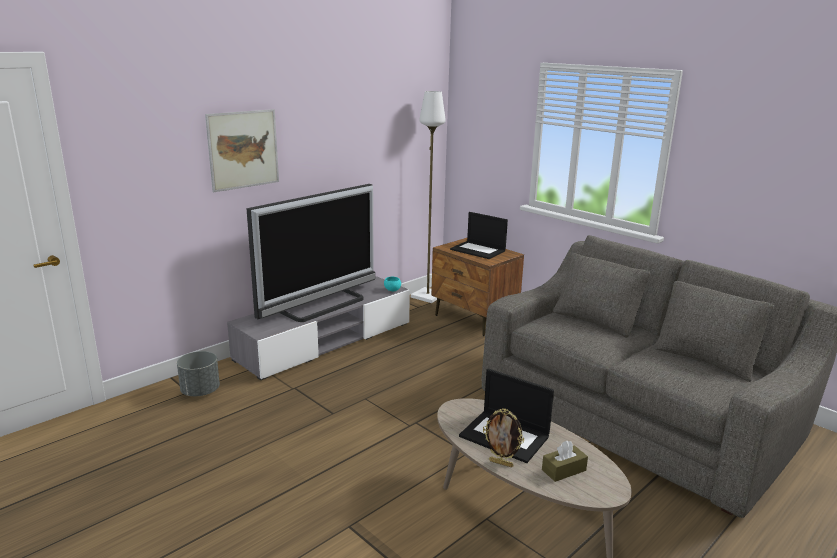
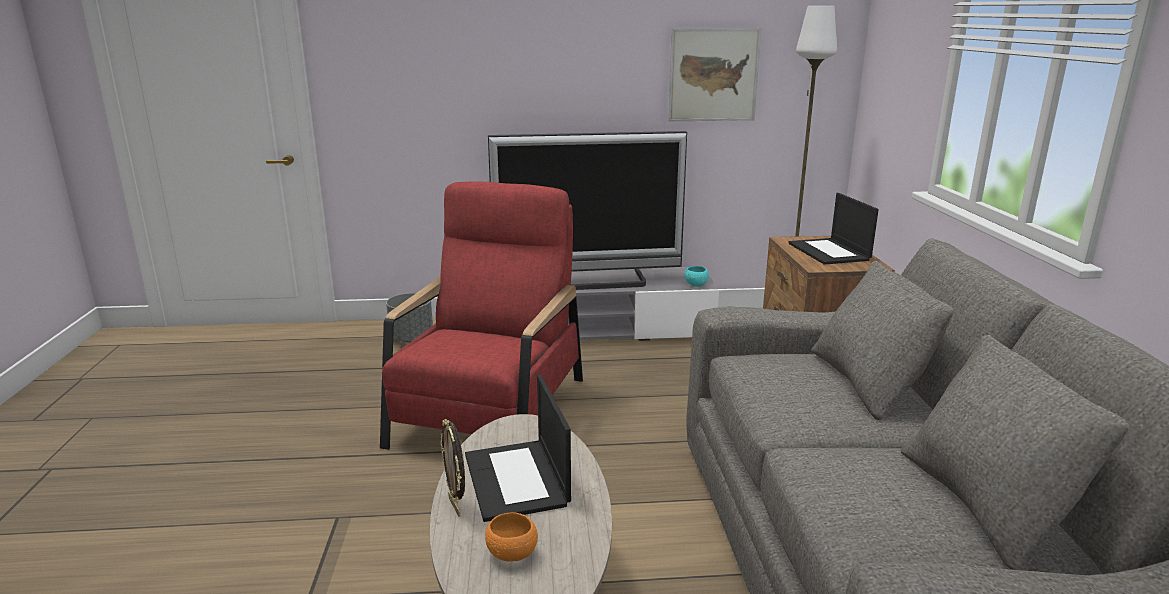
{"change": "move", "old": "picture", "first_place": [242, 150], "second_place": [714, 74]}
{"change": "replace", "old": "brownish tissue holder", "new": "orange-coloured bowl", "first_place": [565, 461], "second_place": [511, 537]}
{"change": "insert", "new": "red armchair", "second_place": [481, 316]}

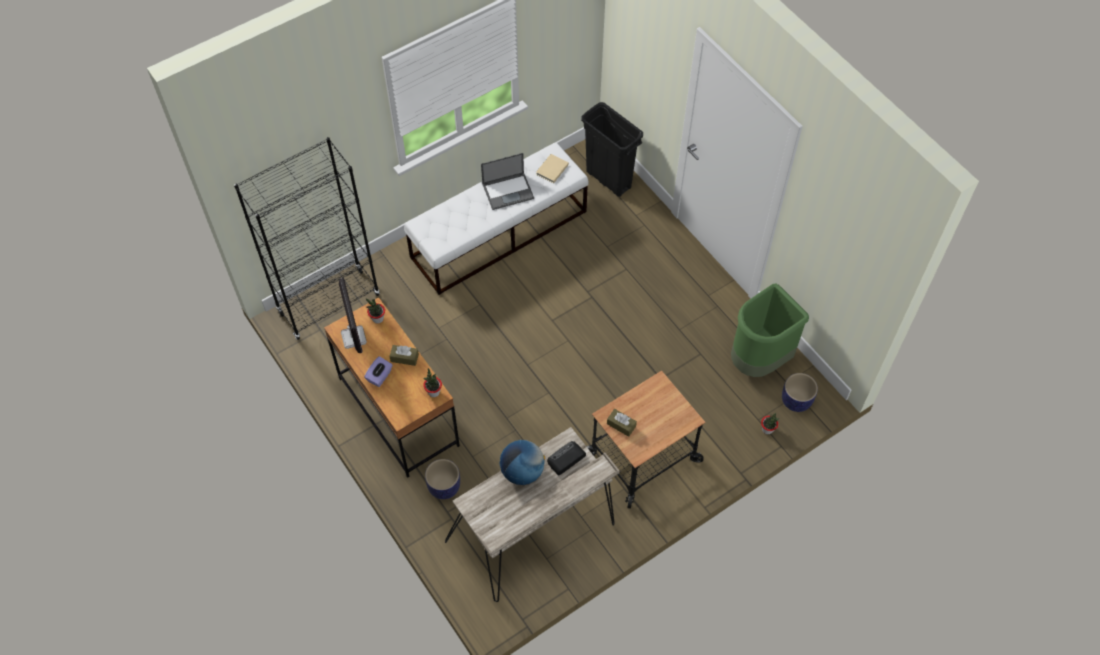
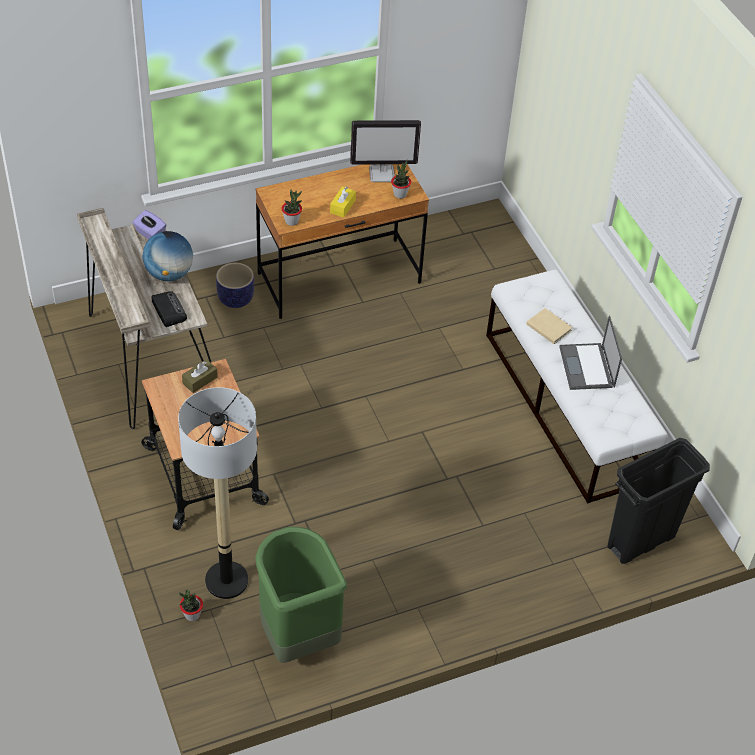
{"change": "delete", "old": "black-coloured bookshelf", "first_place": [307, 238]}
{"change": "move", "old": "beige bound book", "first_place": [552, 168], "second_place": [549, 326]}
{"change": "recolor", "old": "brownish tissue holder", "new": "yellowish tissue holder", "first_place": [404, 355], "second_place": [343, 202]}
{"change": "move", "old": "purplish tissue holder", "first_place": [378, 371], "second_place": [149, 224]}
{"change": "delete", "old": "plant pot", "first_place": [800, 392]}
{"change": "insert", "new": "standard lamp", "second_place": [217, 493]}

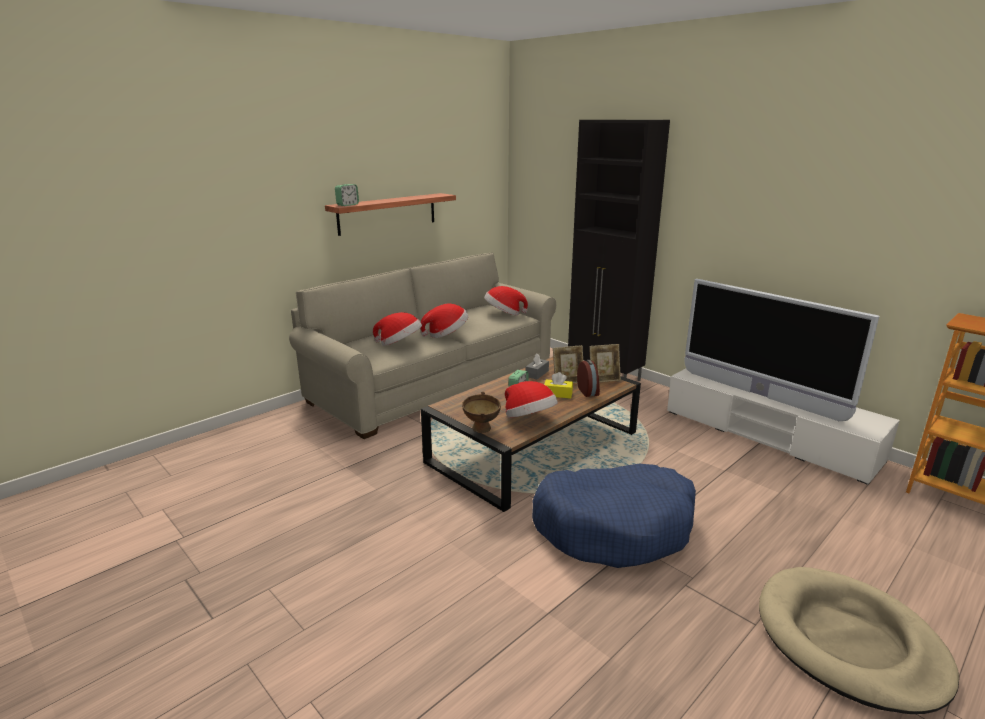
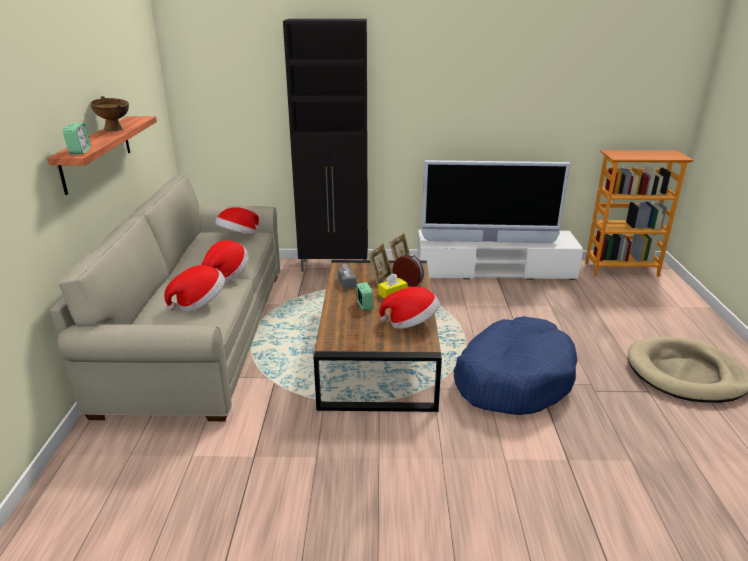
{"change": "move", "old": "brownish bowl", "first_place": [481, 412], "second_place": [109, 113]}

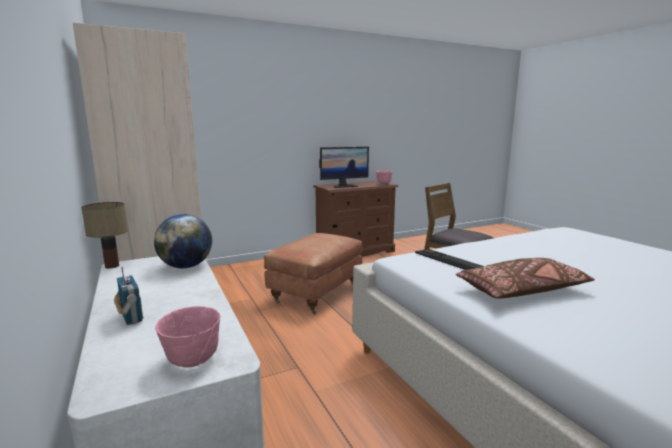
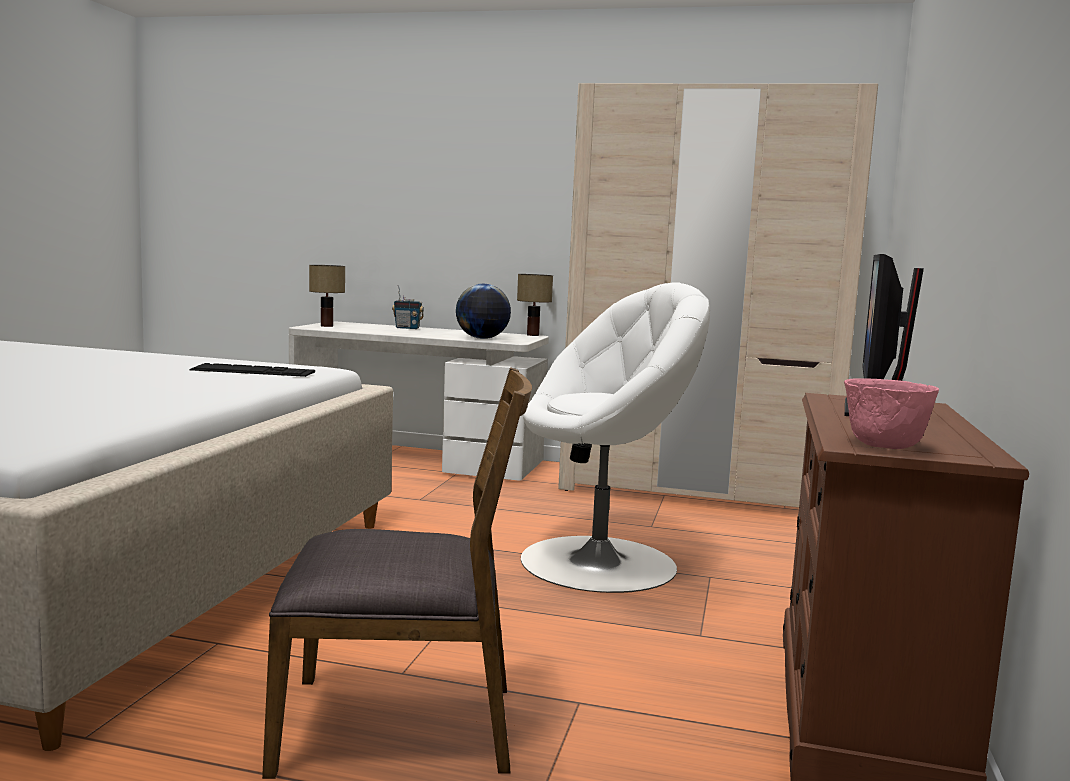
{"change": "replace", "old": "brownish pouffe", "new": "whitish armchair", "first_place": [313, 273], "second_place": [615, 437]}
{"change": "delete", "old": "brownish throw pillow", "first_place": [525, 278]}
{"change": "replace", "old": "pink-coloured bowl", "new": "table lamp", "first_place": [188, 337], "second_place": [327, 296]}

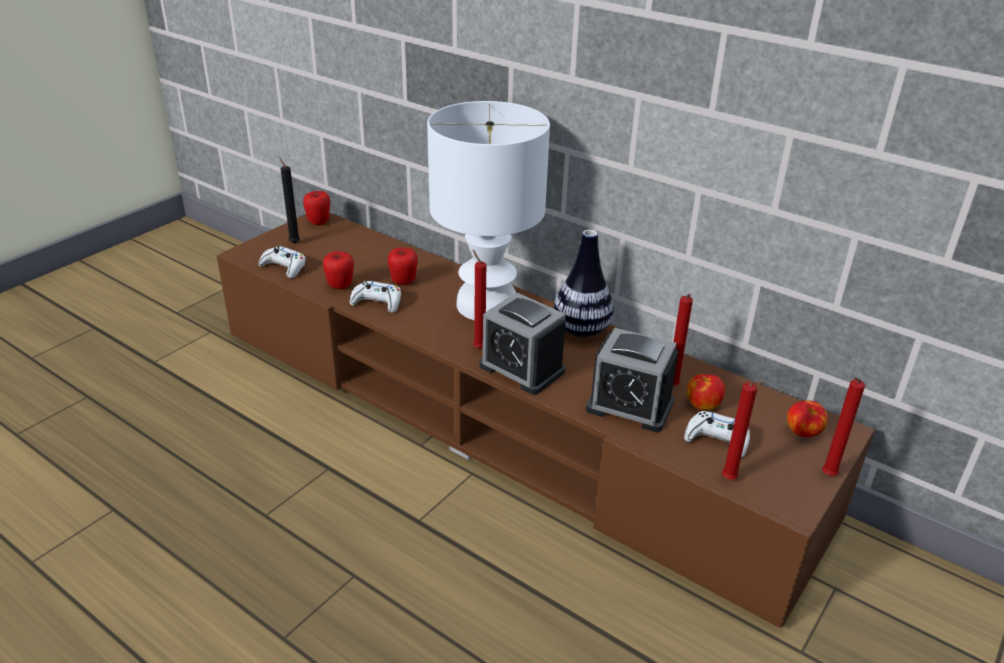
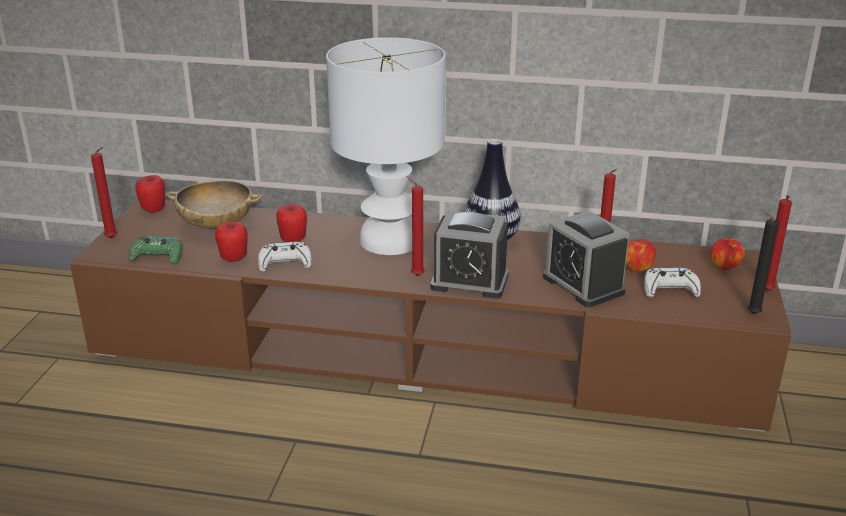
{"change": "move", "old": "black-coloured candle", "first_place": [289, 199], "second_place": [763, 261]}
{"change": "recolor", "old": "whitish gamepad", "new": "green gamepad", "first_place": [282, 262], "second_place": [155, 250]}
{"change": "rotate", "old": "table clock", "first_place": [632, 380], "second_place": [586, 259], "degrees": 60}
{"change": "move", "old": "red candle", "first_place": [743, 430], "second_place": [104, 192]}
{"change": "insert", "new": "beige bowl", "second_place": [214, 205]}

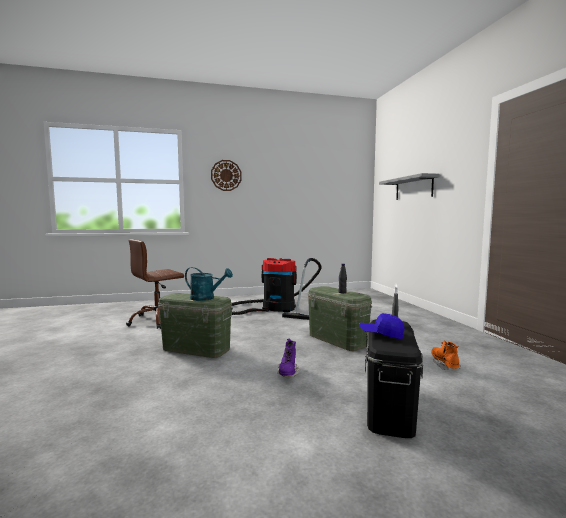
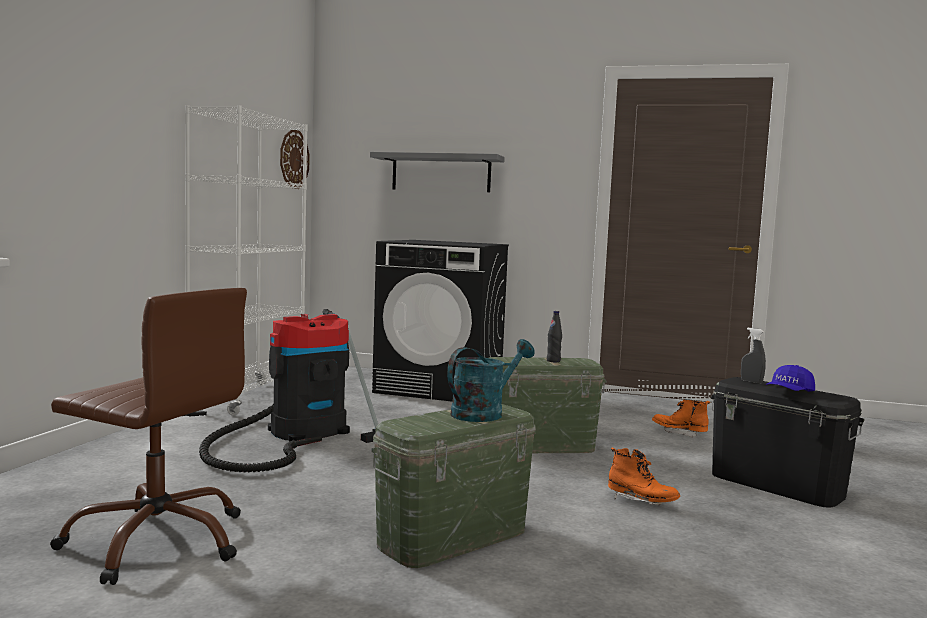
{"change": "move", "old": "clock on the wall", "first_place": [226, 175], "second_place": [295, 159]}
{"change": "rotate", "old": "brownish desk chair", "first_place": [155, 284], "second_place": [148, 436], "degrees": -60}
{"change": "recolor", "old": "purplish boot", "new": "orange-coloured boot", "first_place": [288, 358], "second_place": [644, 476]}
{"change": "insert", "new": "whitish bookshelf", "second_place": [246, 260]}
{"change": "insert", "new": "black-coloured laundry machine", "second_place": [440, 320]}

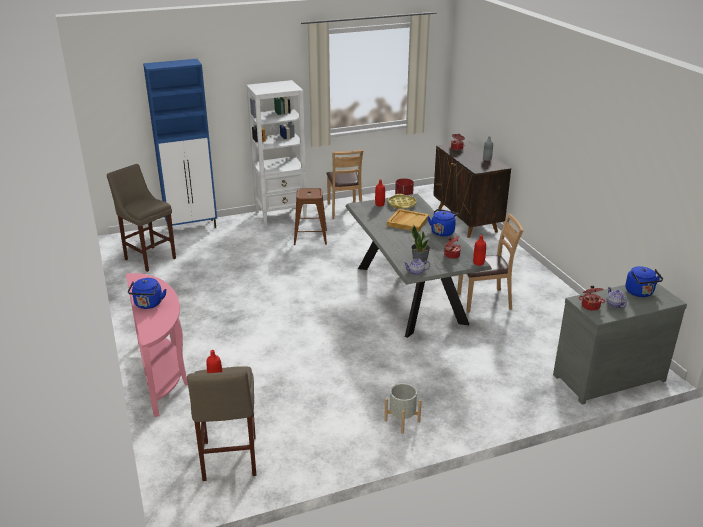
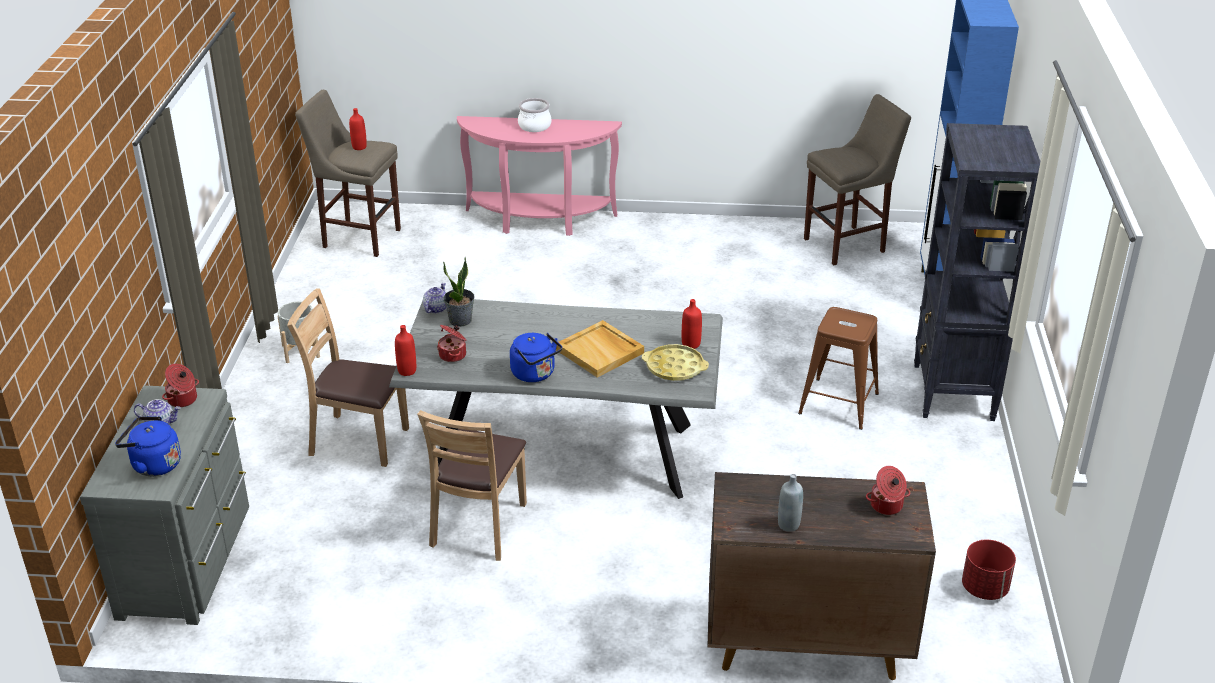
{"change": "recolor", "old": "whitish bookshelf", "new": "black-coloured bookshelf", "first_place": [276, 153], "second_place": [977, 272]}
{"change": "move", "old": "brownish chair", "first_place": [344, 184], "second_place": [348, 377]}
{"change": "replace", "old": "blue kettle", "new": "saucepot", "first_place": [147, 293], "second_place": [534, 115]}

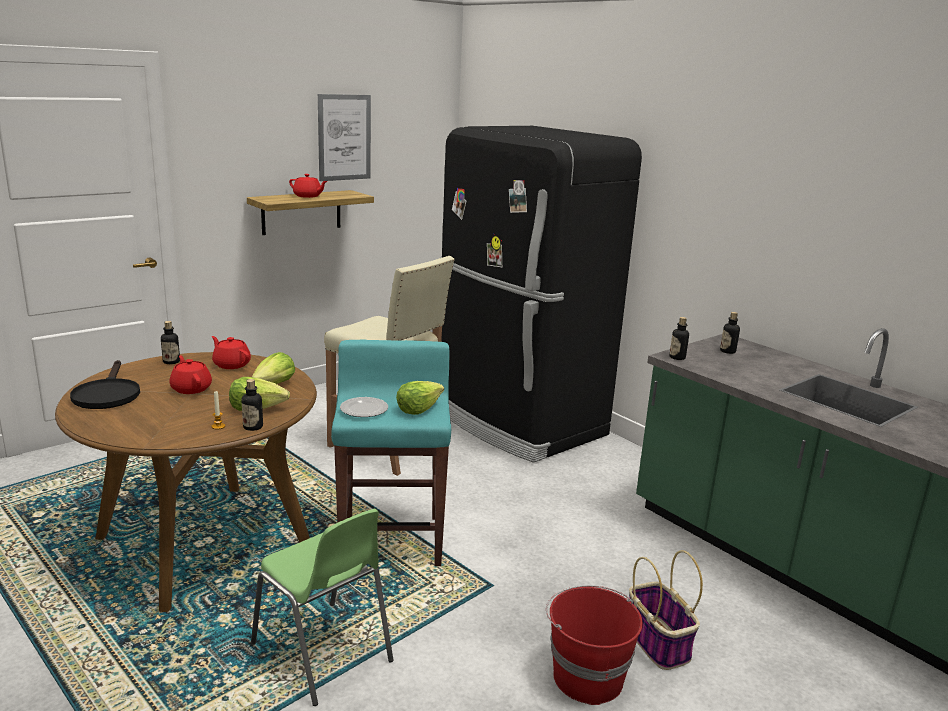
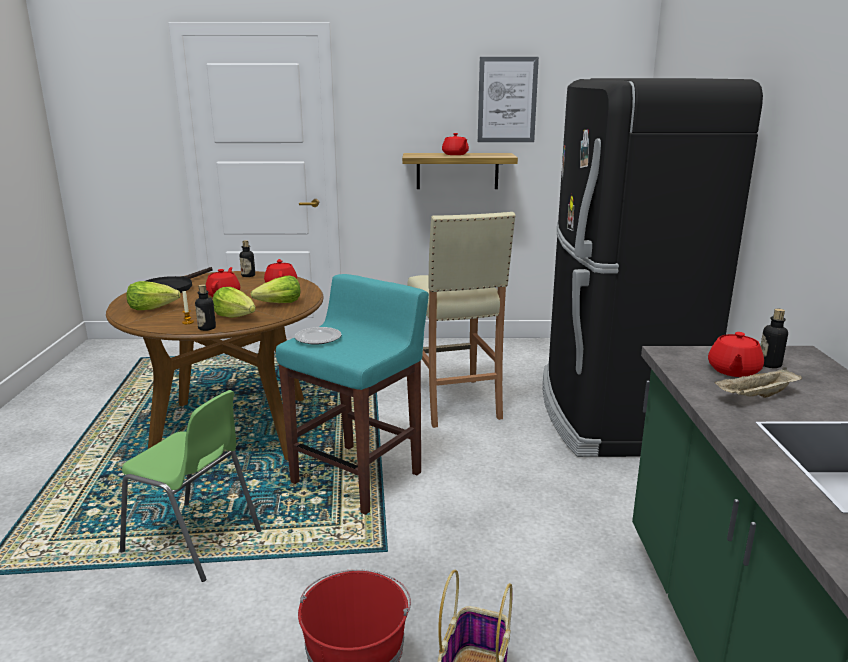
{"change": "delete", "old": "drink bottle", "first_place": [679, 338]}
{"change": "move", "old": "head of lettuce", "first_place": [420, 398], "second_place": [153, 295]}
{"change": "rotate", "old": "green chair", "first_place": [322, 607], "second_place": [191, 486], "degrees": -60}
{"change": "insert", "new": "red tea pot", "second_place": [736, 354]}
{"change": "insert", "new": "beige tray", "second_place": [758, 382]}

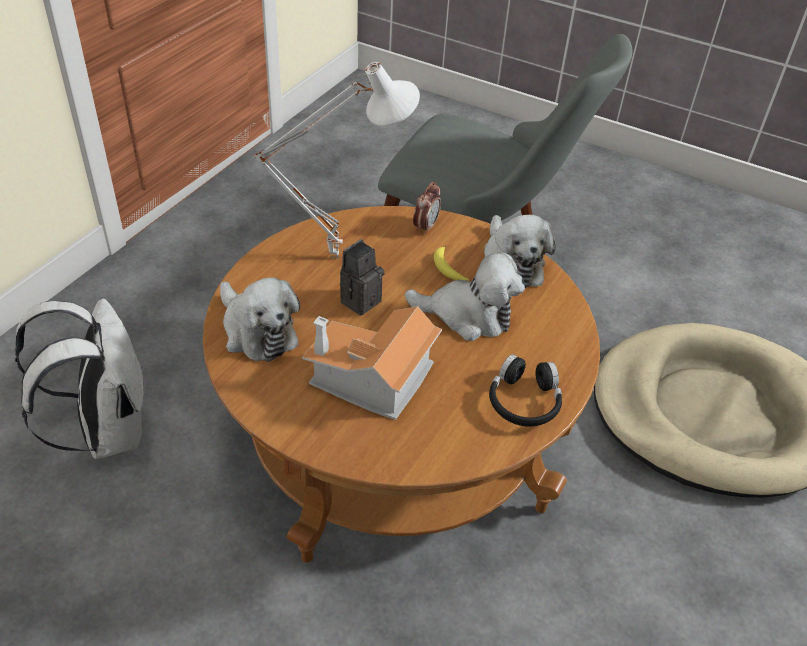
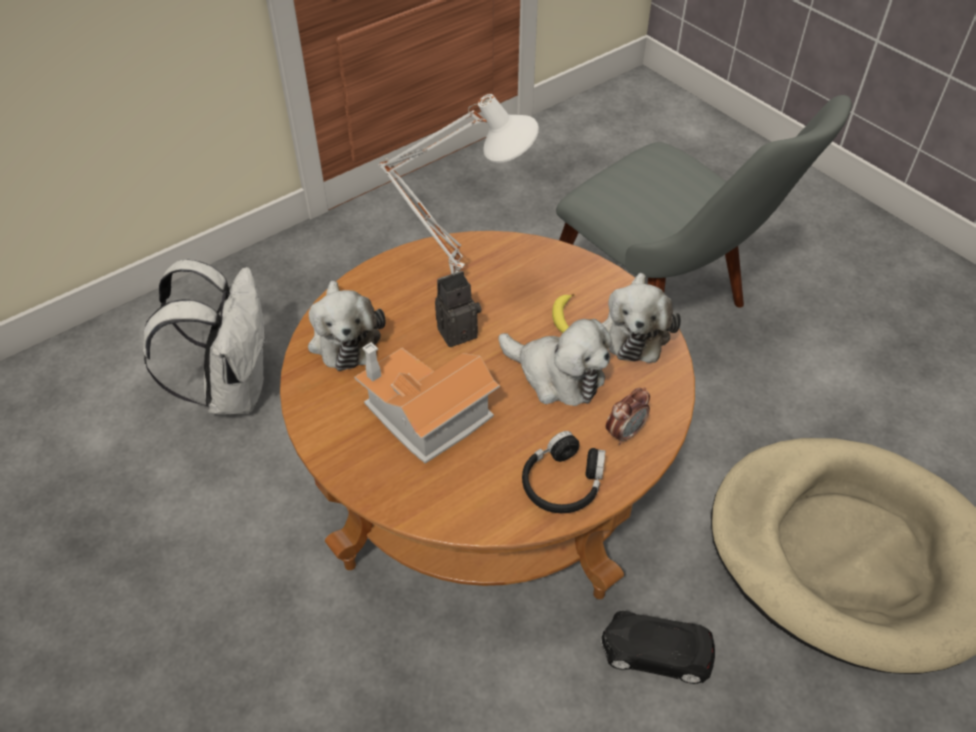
{"change": "move", "old": "table clock", "first_place": [427, 208], "second_place": [628, 416]}
{"change": "insert", "new": "black-coloured model car", "second_place": [658, 647]}

